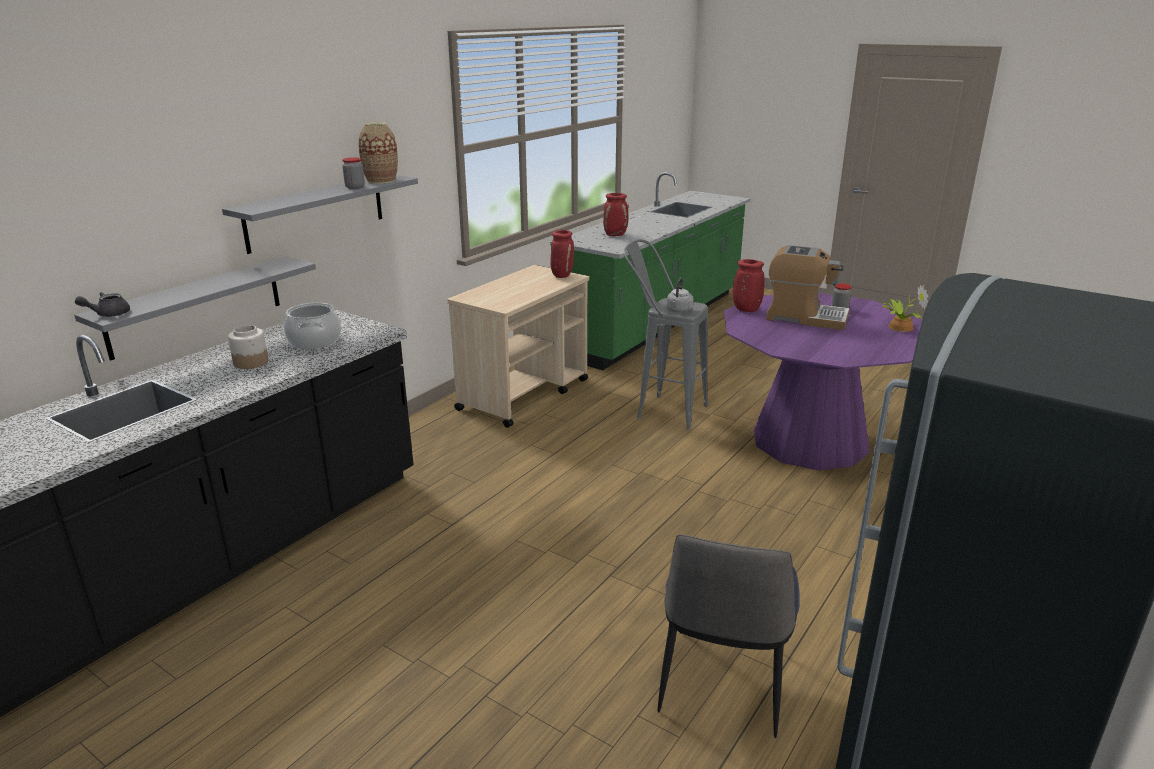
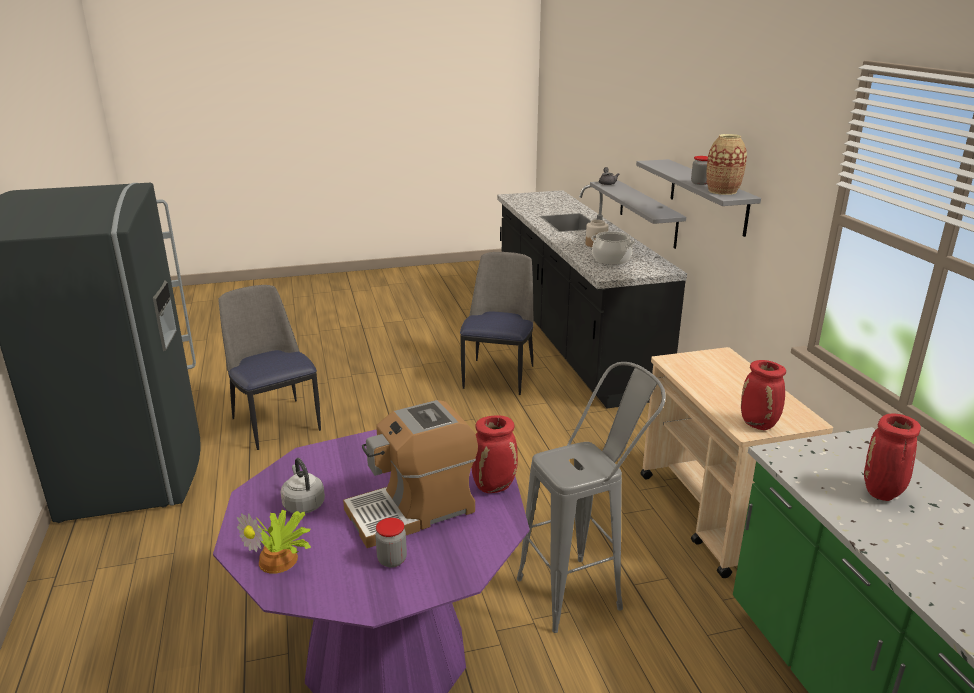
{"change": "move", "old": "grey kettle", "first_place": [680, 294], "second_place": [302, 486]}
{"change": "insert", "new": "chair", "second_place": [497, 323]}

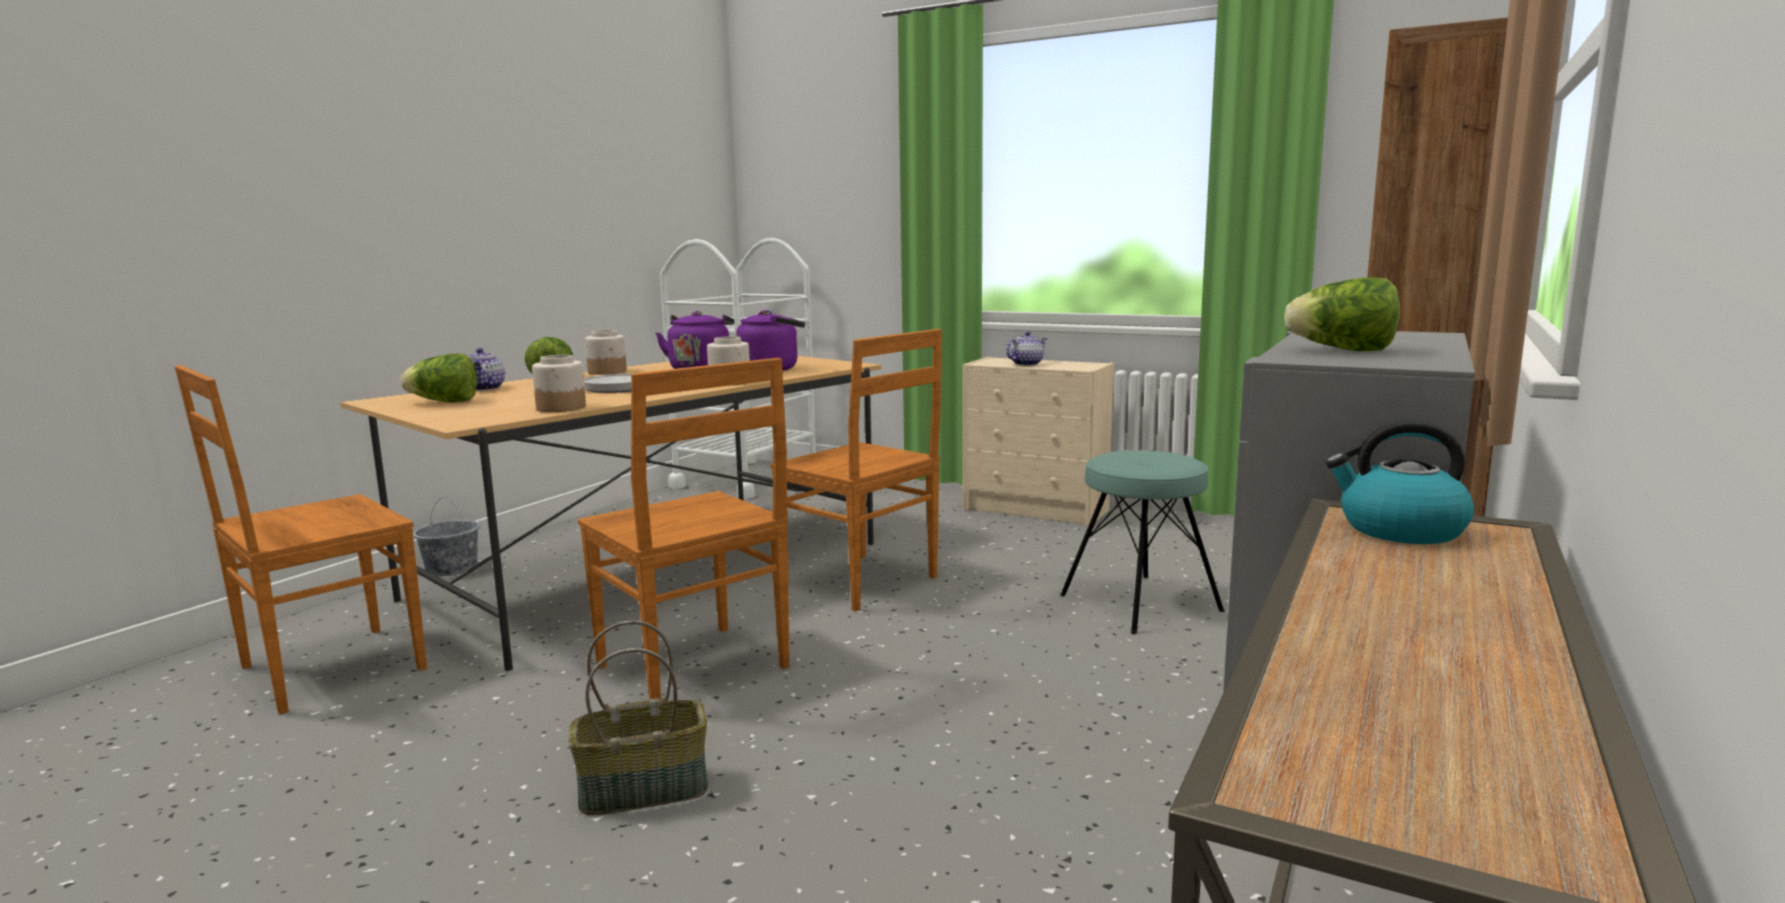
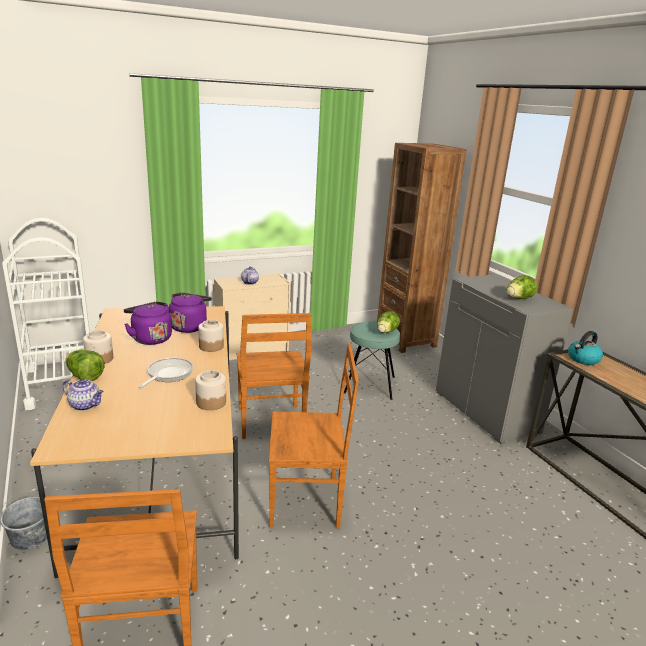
{"change": "rotate", "old": "brownish chair", "first_place": [856, 470], "second_place": [274, 376], "degrees": 90}
{"change": "move", "old": "head of lettuce", "first_place": [439, 378], "second_place": [388, 322]}
{"change": "delete", "old": "storage basket", "first_place": [638, 718]}

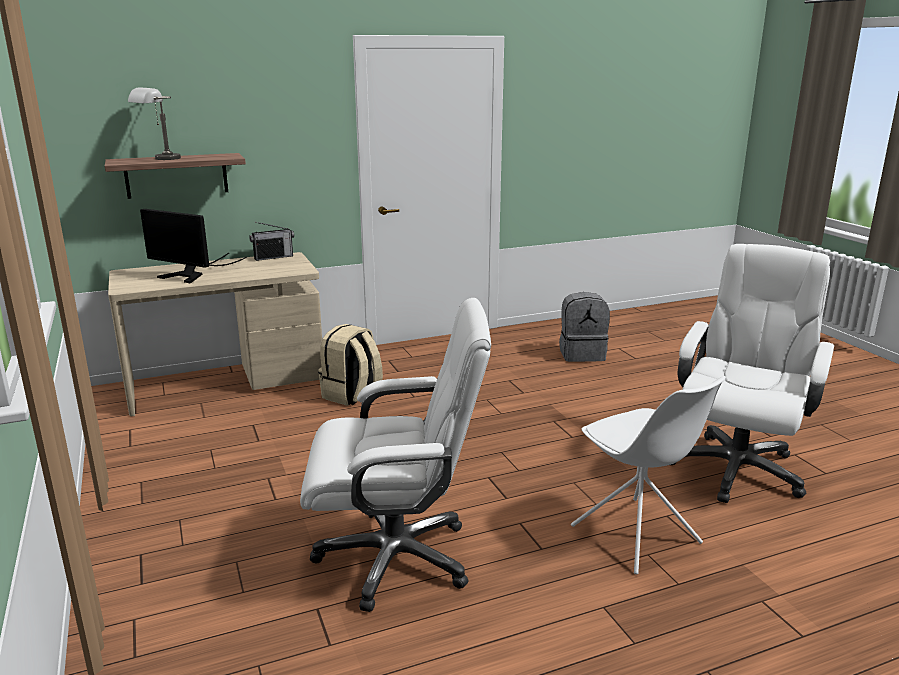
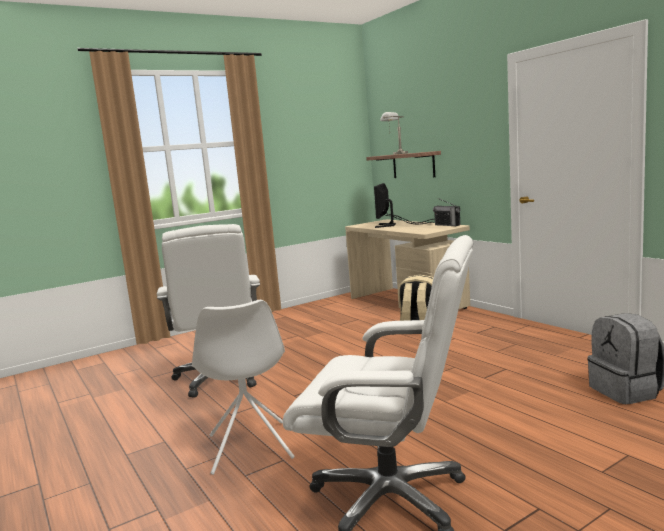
{"change": "rotate", "old": "whitish chair", "first_place": [648, 475], "second_place": [243, 387], "degrees": -60}

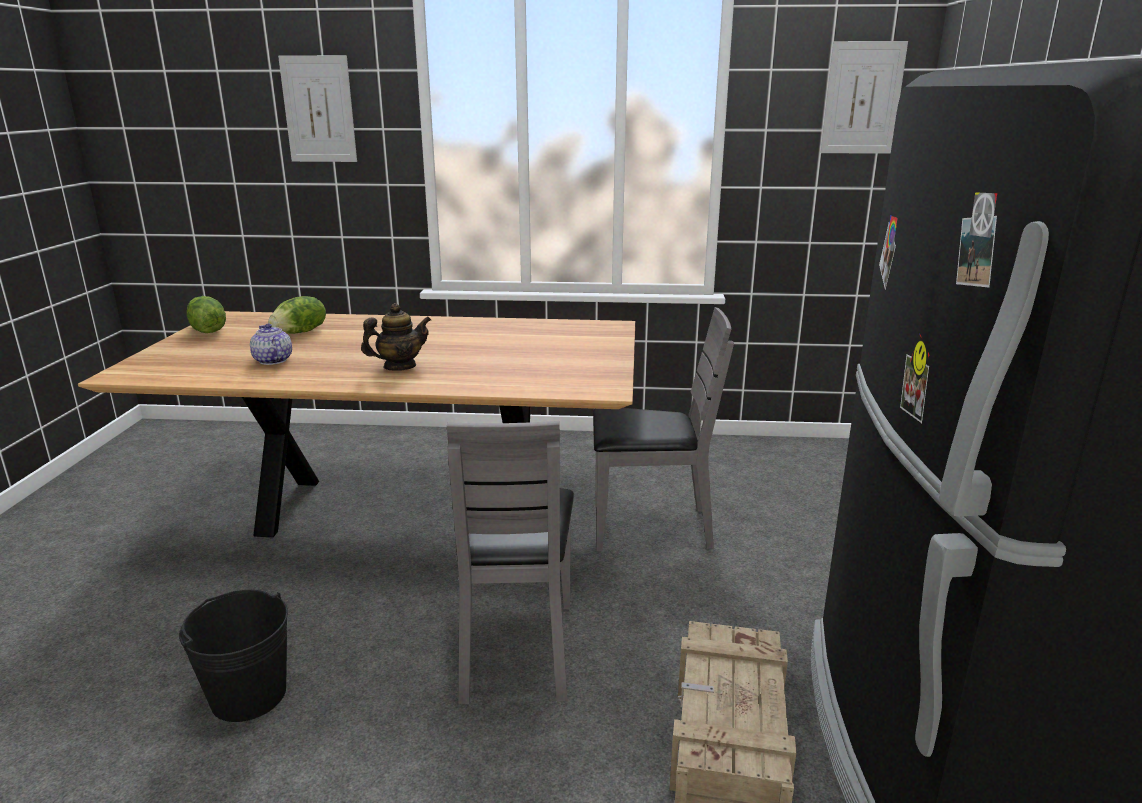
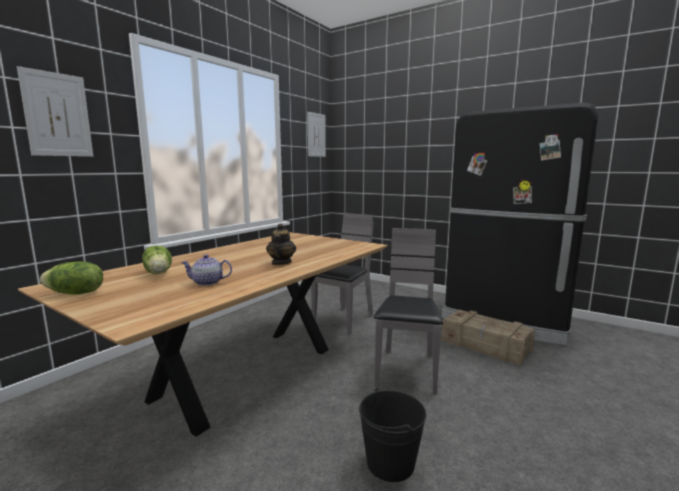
{"change": "rotate", "old": "grey chair", "first_place": [510, 562], "second_place": [408, 311], "degrees": -105}

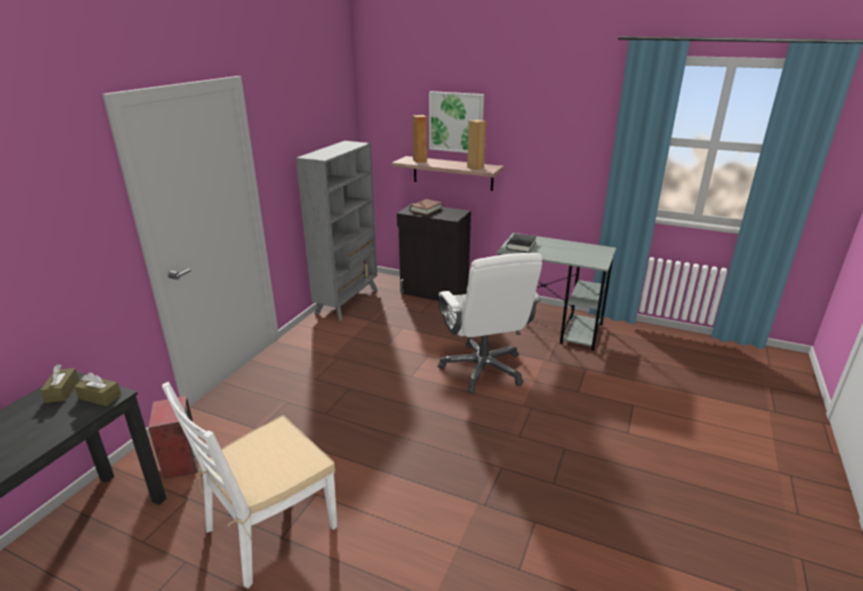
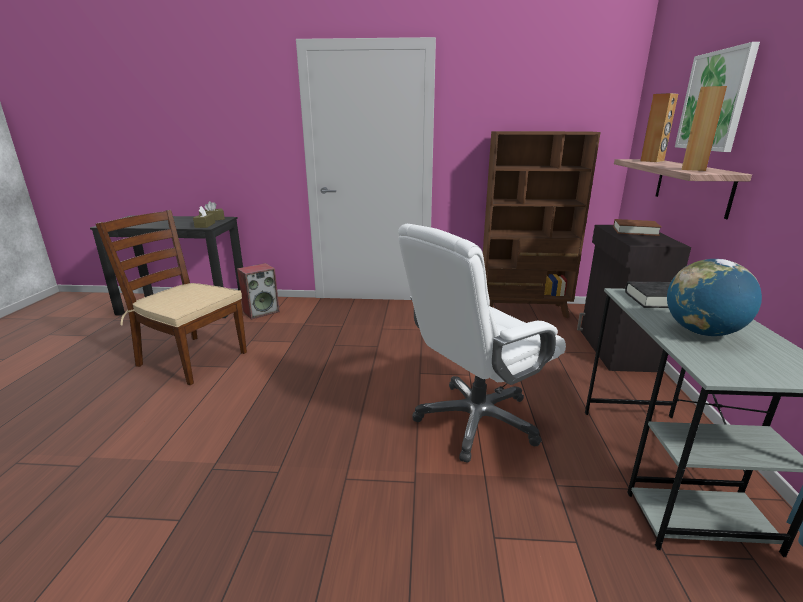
{"change": "recolor", "old": "grey bookshelf", "new": "brownish bookshelf", "first_place": [337, 231], "second_place": [542, 224]}
{"change": "recolor", "old": "whitish chair", "new": "brownish chair", "first_place": [249, 485], "second_place": [171, 297]}
{"change": "insert", "new": "desk globe", "second_place": [714, 297]}

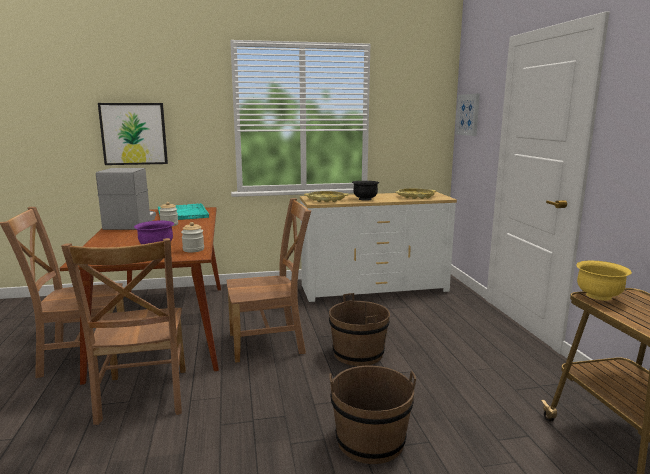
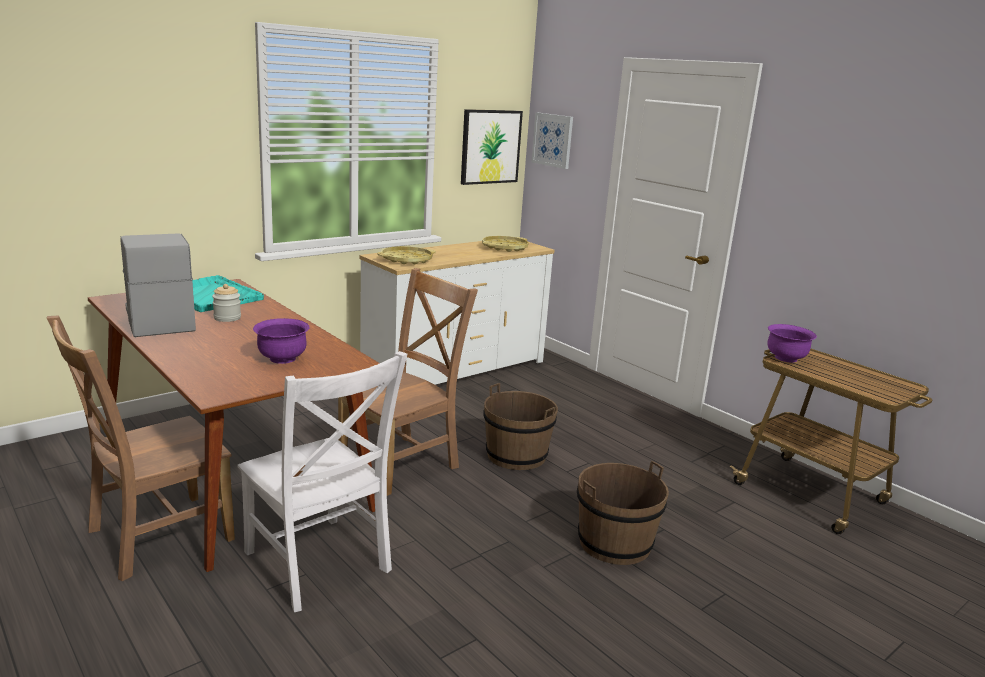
{"change": "move", "old": "picture", "first_place": [133, 134], "second_place": [492, 147]}
{"change": "delete", "old": "black-coloured bowl", "first_place": [365, 191]}
{"change": "delete", "old": "preserve jar", "first_place": [192, 237]}
{"change": "recolor", "old": "brownish chair", "new": "whitish chair", "first_place": [123, 331], "second_place": [322, 481]}
{"change": "recolor", "old": "yellowish bowl", "new": "purplish bowl", "first_place": [604, 280], "second_place": [792, 343]}

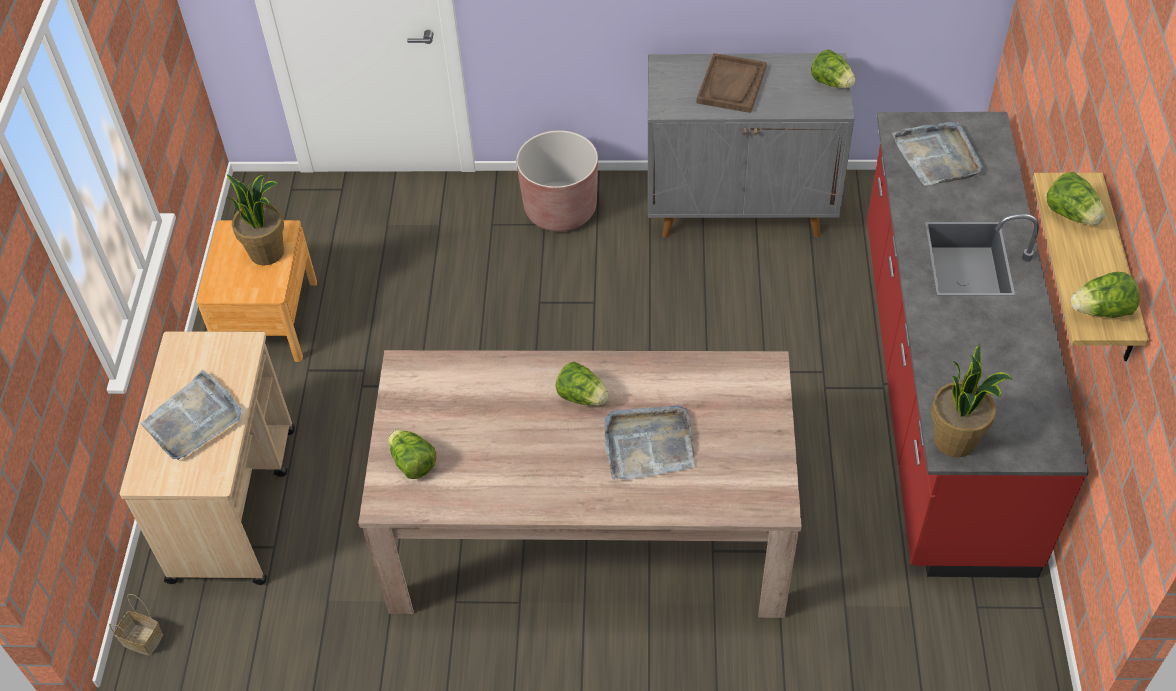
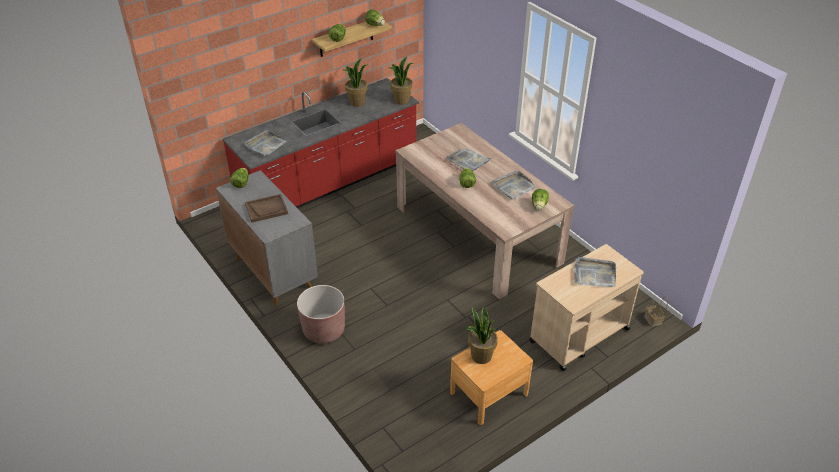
{"change": "insert", "new": "potted plant", "second_place": [355, 82]}
{"change": "insert", "new": "grey tray", "second_place": [514, 185]}

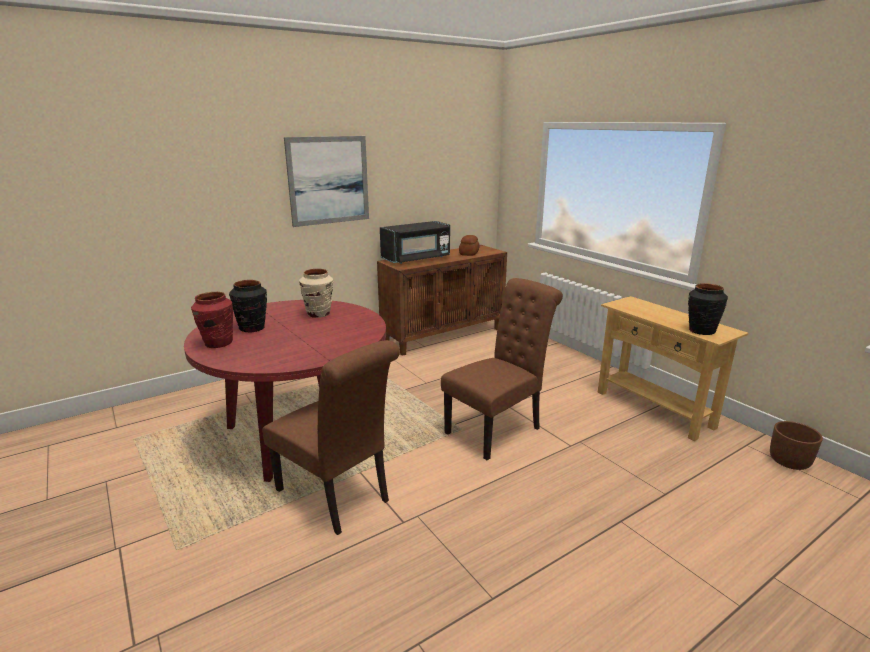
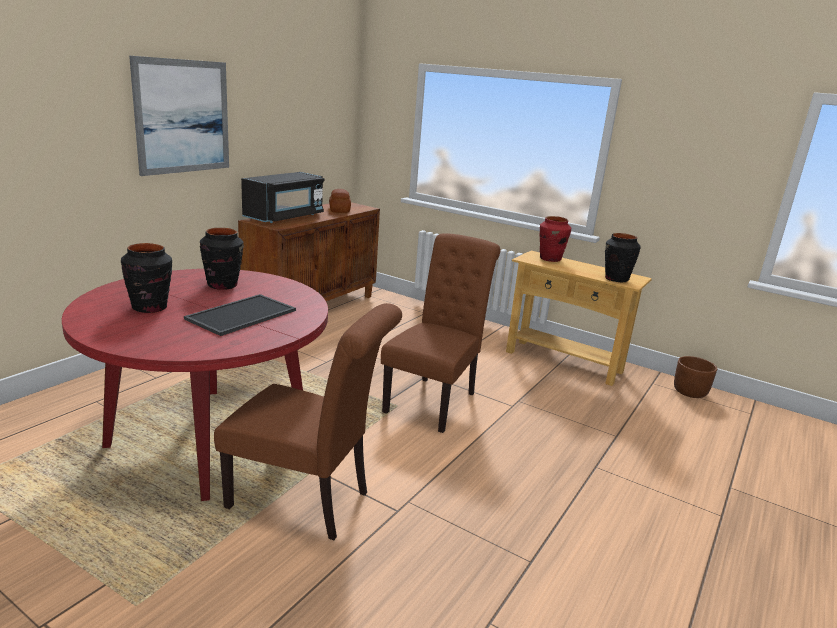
{"change": "recolor", "old": "beige decorative vase", "new": "black-coloured decorative vase", "first_place": [316, 293], "second_place": [221, 259]}
{"change": "move", "old": "red decorative vase", "first_place": [212, 320], "second_place": [555, 239]}
{"change": "insert", "new": "tray", "second_place": [240, 315]}

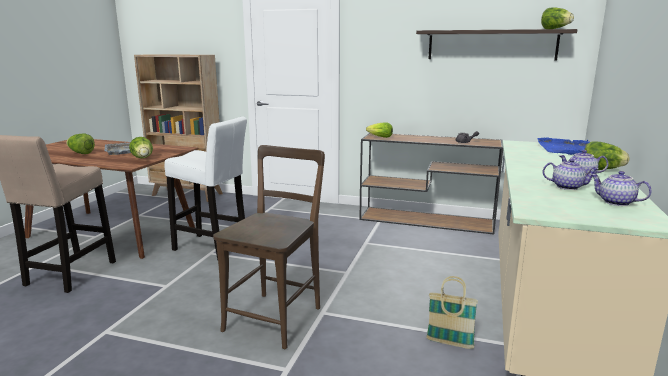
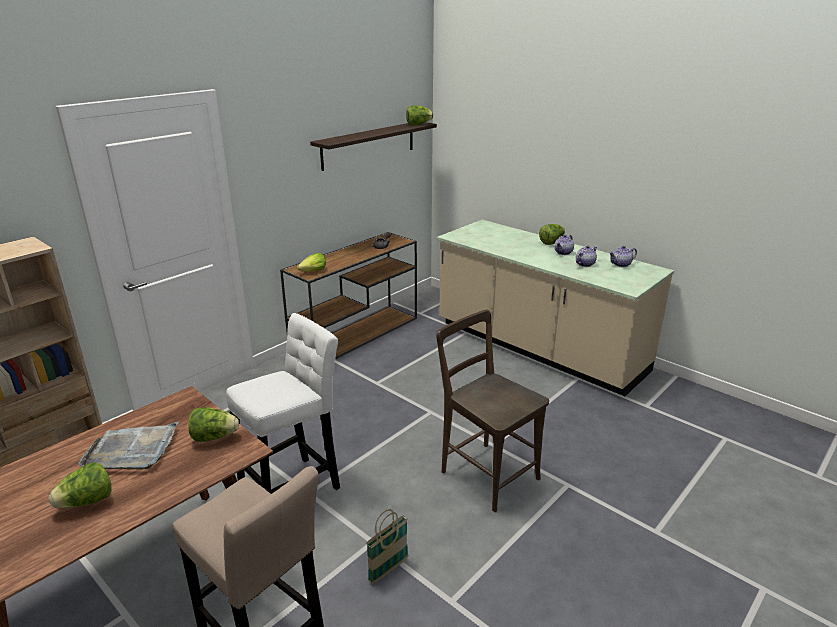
{"change": "delete", "old": "blue tray", "first_place": [563, 146]}
{"change": "move", "old": "storage basket", "first_place": [452, 312], "second_place": [387, 546]}

